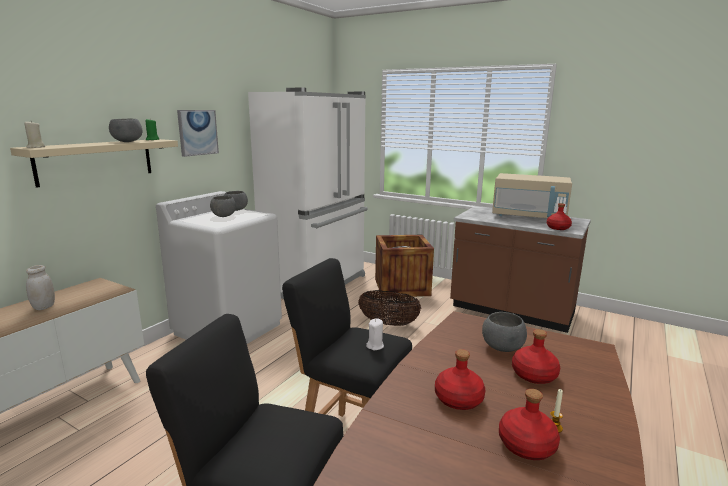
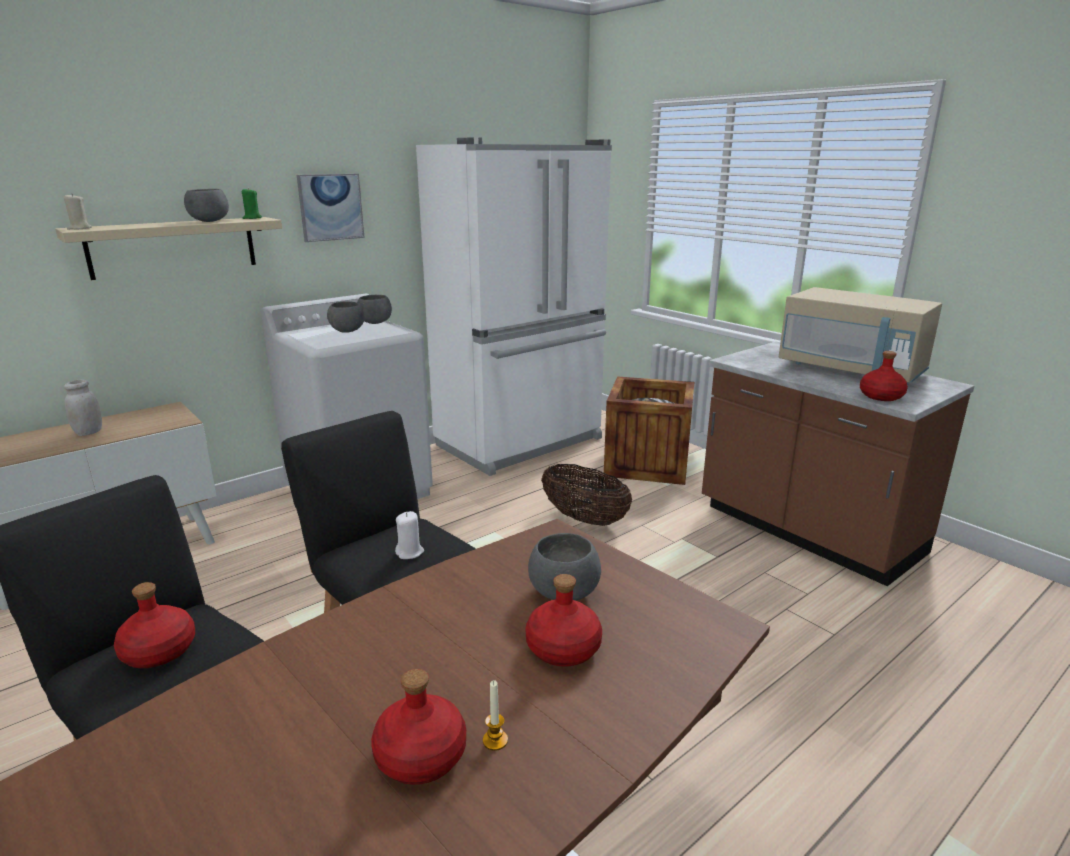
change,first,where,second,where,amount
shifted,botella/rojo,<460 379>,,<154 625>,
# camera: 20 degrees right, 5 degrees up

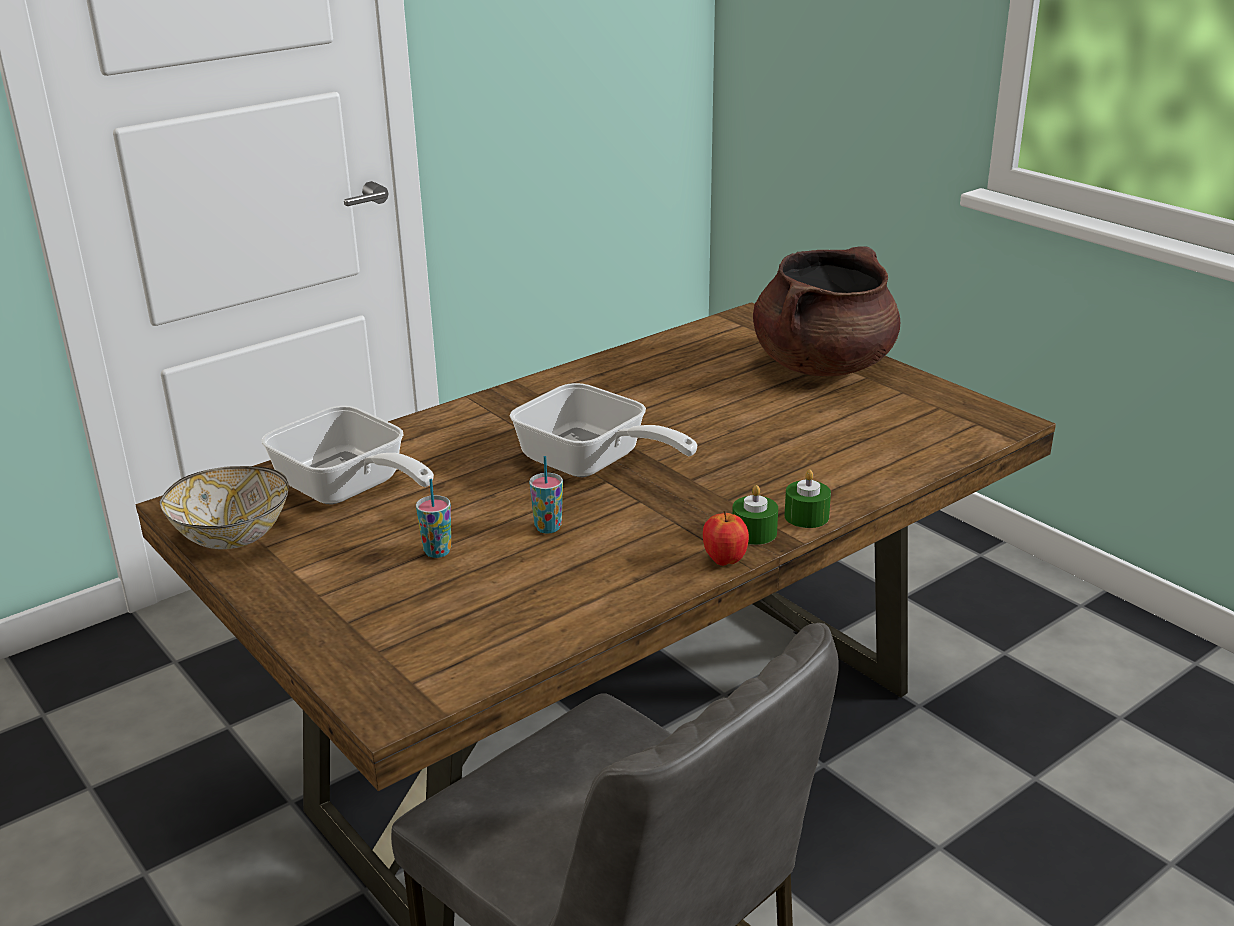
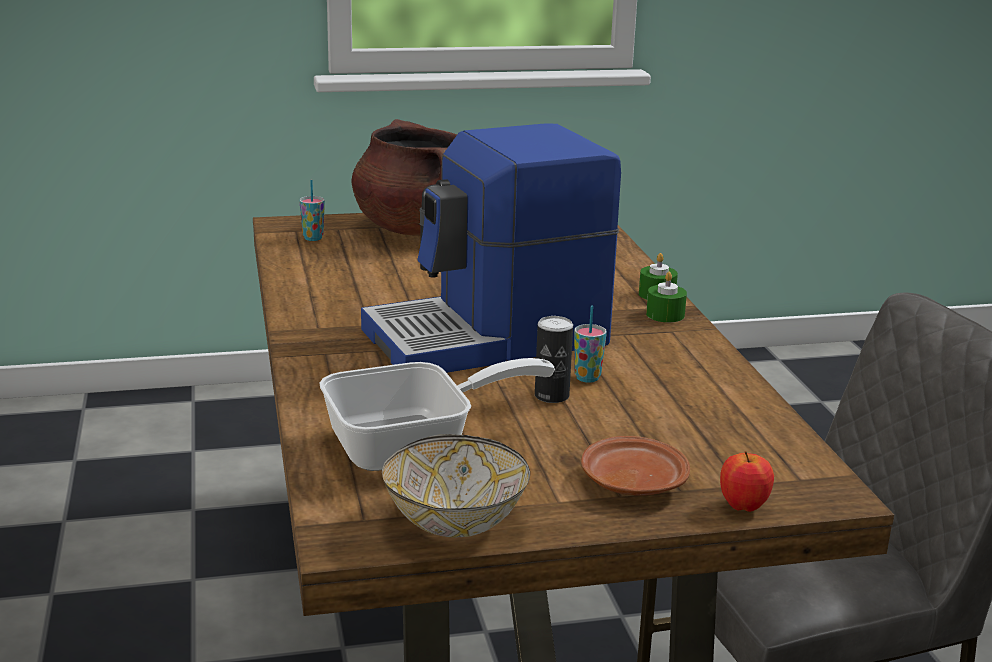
change,first,where,second,where,amount
new,,,lata,<554 359>,
new,,,plato/marrón,<635 465>,
shifted,taza,<433 518>,,<312 210>,
shifted,manzana,<726 538>,,<747 481>,
swapped,sartén,<603 430>,cafetera,<491 248>,
# camera: 65 degrees left, 5 degrees down

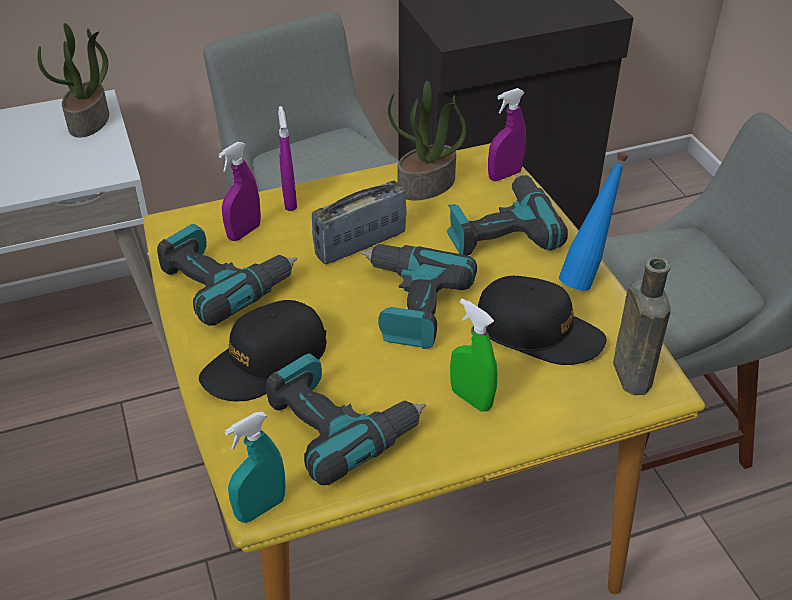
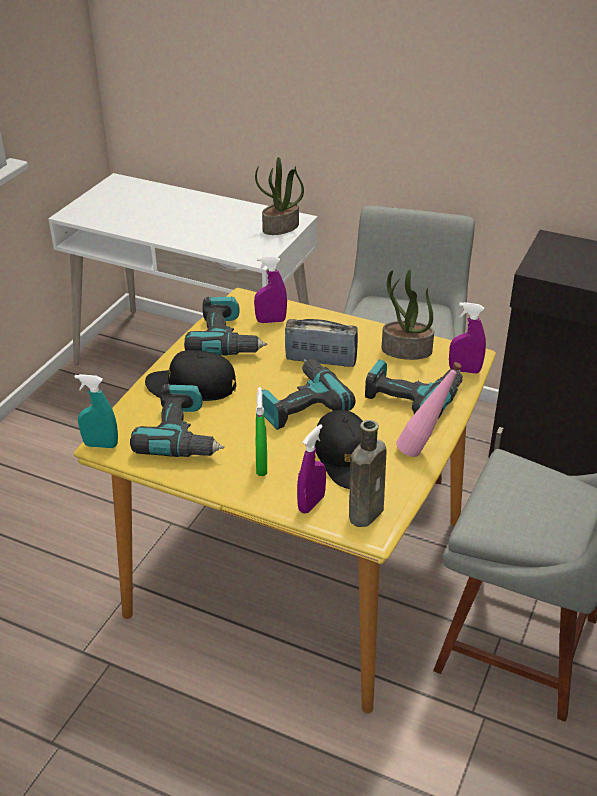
change,first,where,second,where,amount
shifted,pulverizador/morado,<287 158>,,<311 469>,
repainted,botella/azul,<593 221>,botella/rosa,<429 409>,
# camera: 45 degrees right, 5 degrees down

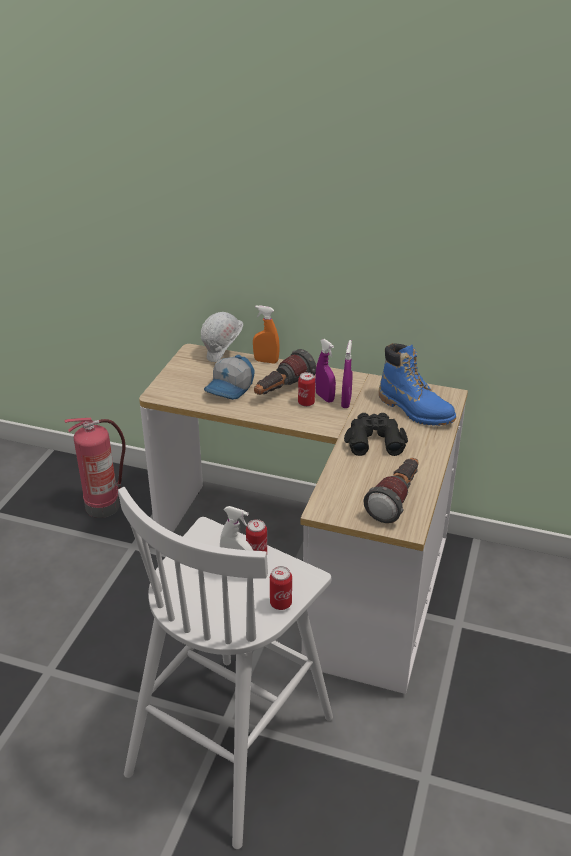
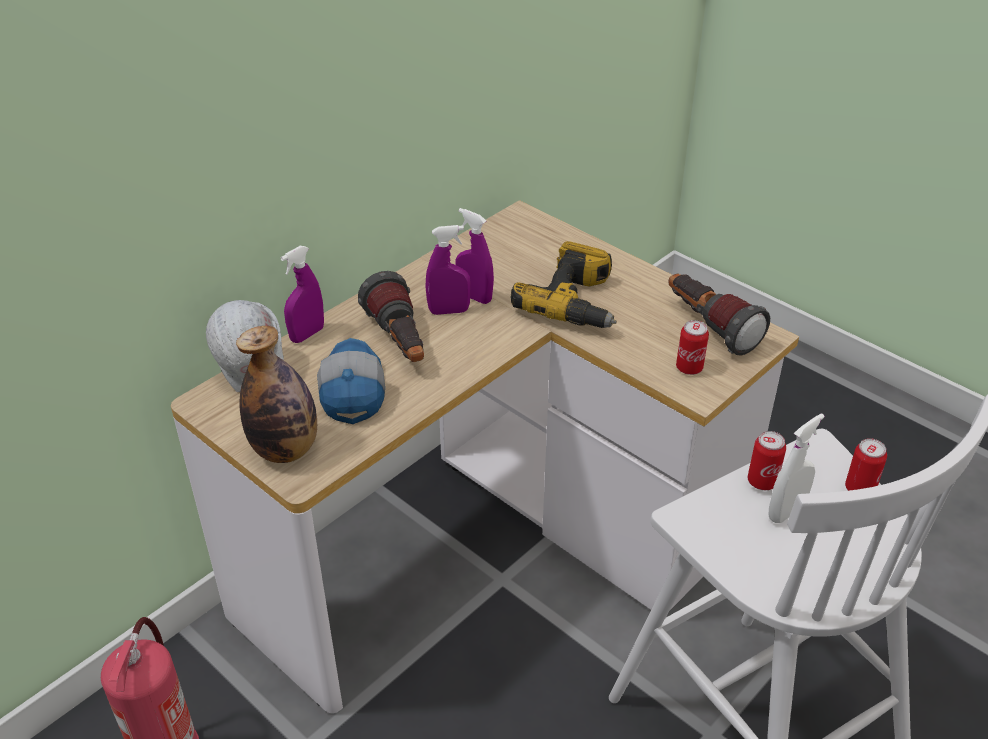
change,first,where,second,where,amount
gone,bota/azul,<417 384>,,,
new,,,botella,<276 394>,
shifted,lata,<306 389>,,<692 347>,
swapped,prismáticos/negro,<376 434>,taladro,<564 284>,
repainted,pulverizador/naranja,<266 334>,pulverizador/morado,<302 294>,
rotated,gorra,<229 377>,,<351 381>,150 degrees counterclockwise
# camera: 65 degrees left, 5 degrees up

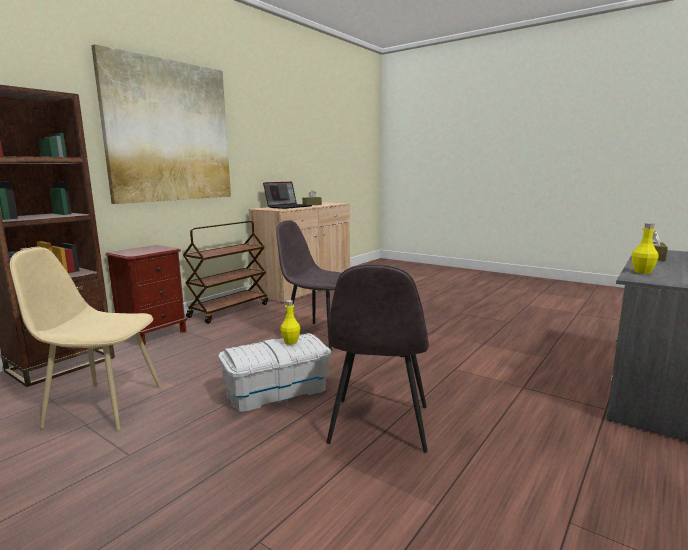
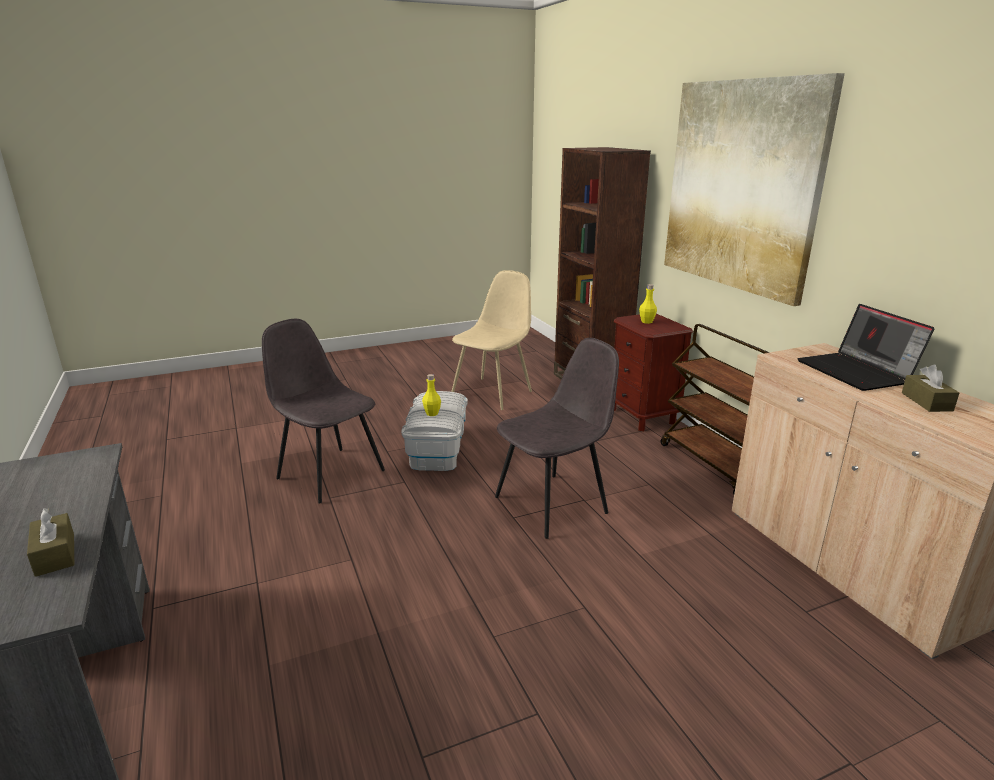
change,first,where,second,where,amount
shifted,botella/amarillo,<645 248>,,<648 304>,
# camera: 120 degrees right, 10 degrees up

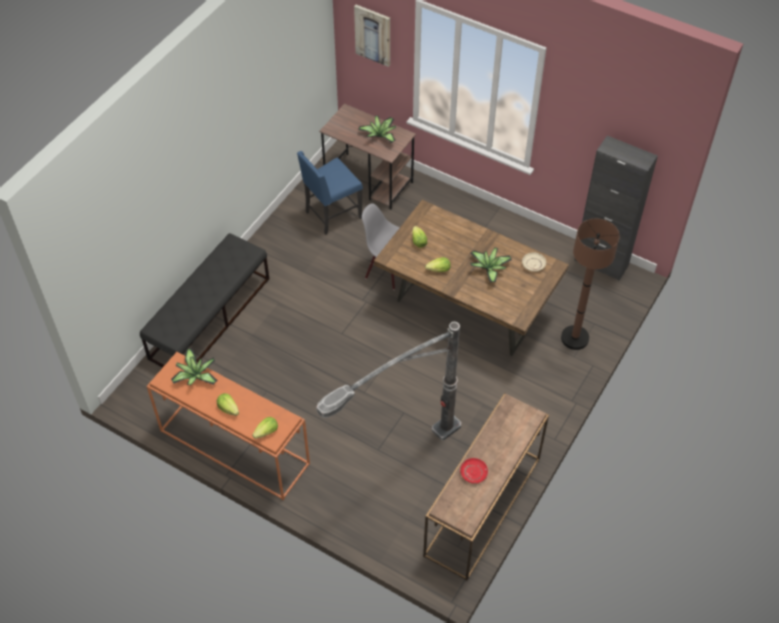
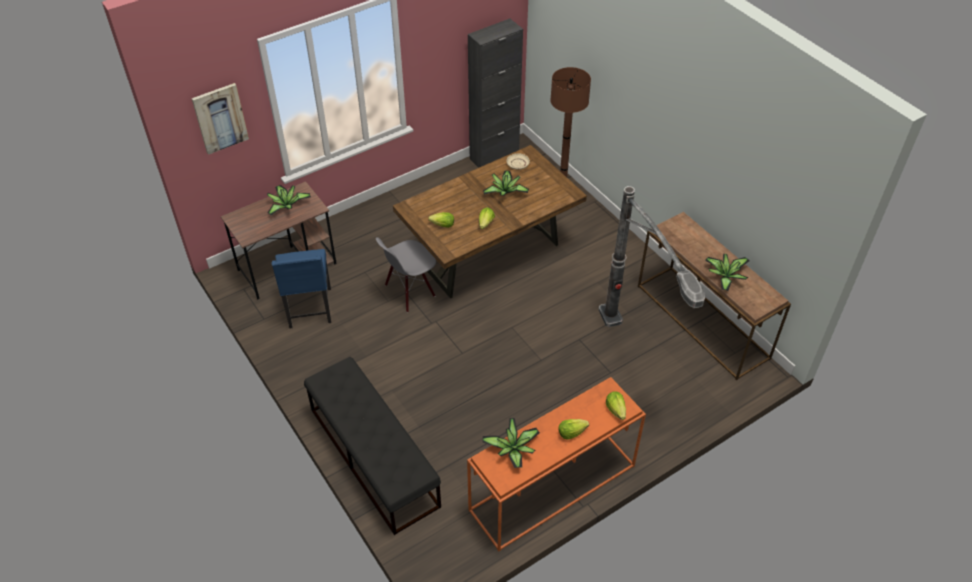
change,first,where,second,where,amount
swapped,plato/rojo,<474 471>,planta en maceta,<727 272>,
# camera: 65 degrees left, 5 degrees down

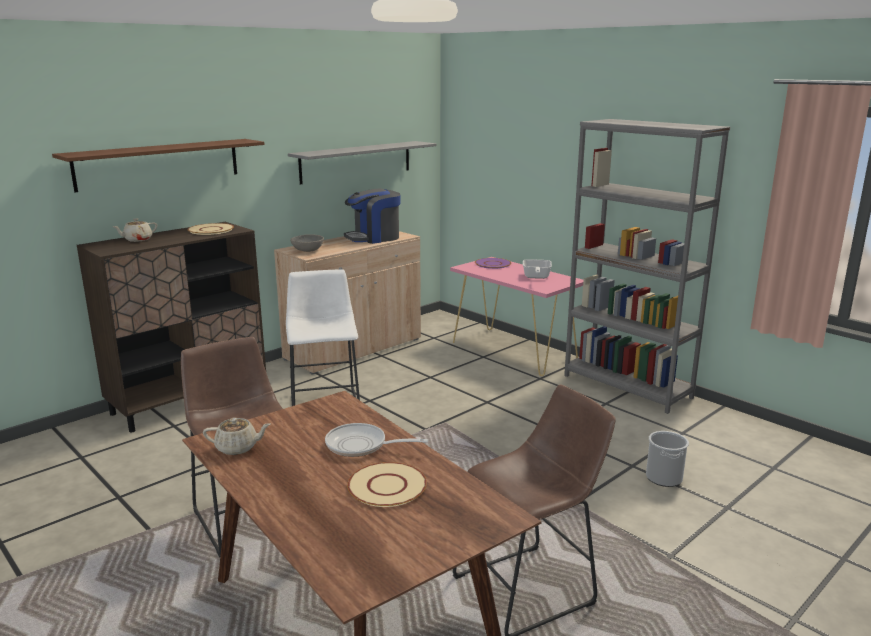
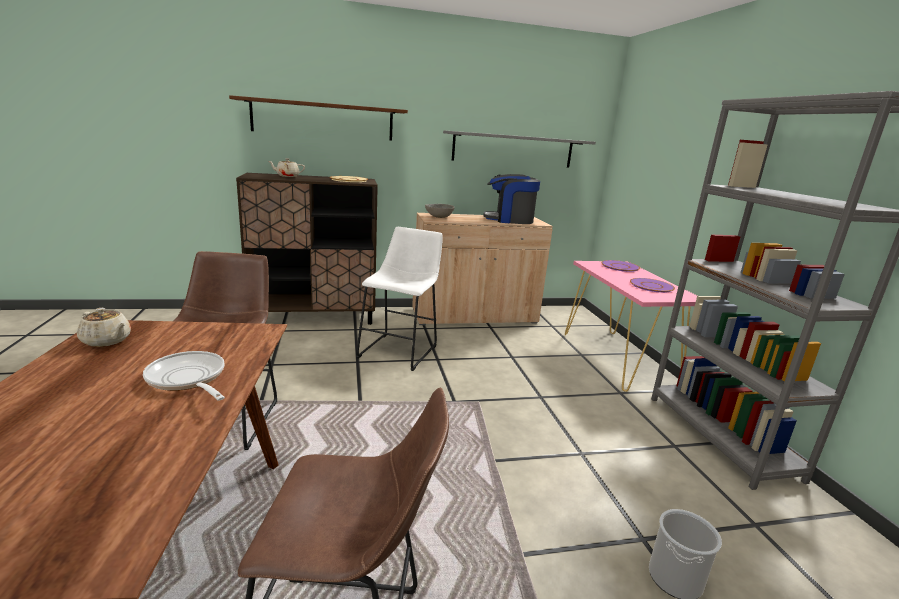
change,first,where,second,where,amount
gone,plato/beis,<387 484>,,,
swapped,sartén,<537 269>,plato/morado,<652 285>,
# camera: 30 degrees right, 0 degrees up

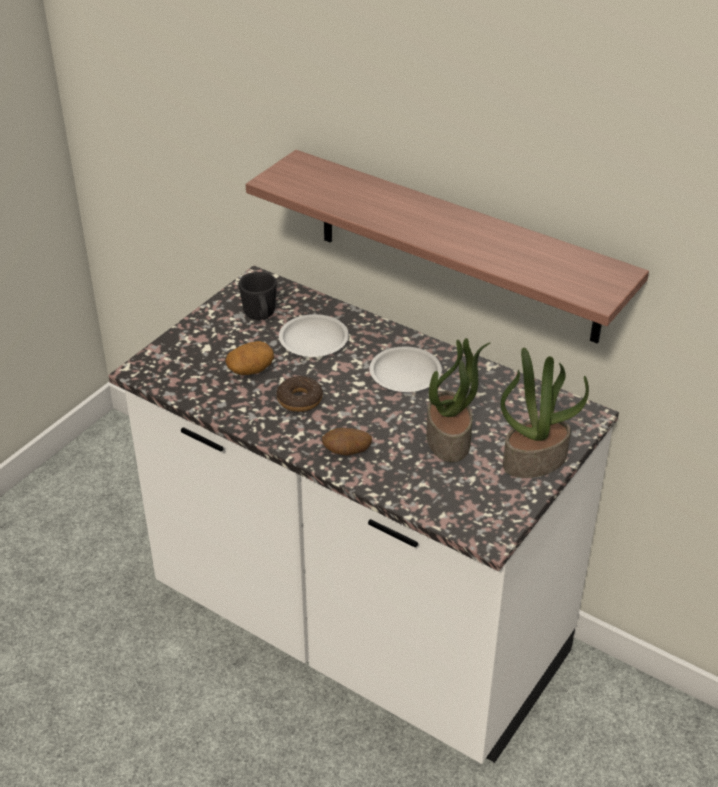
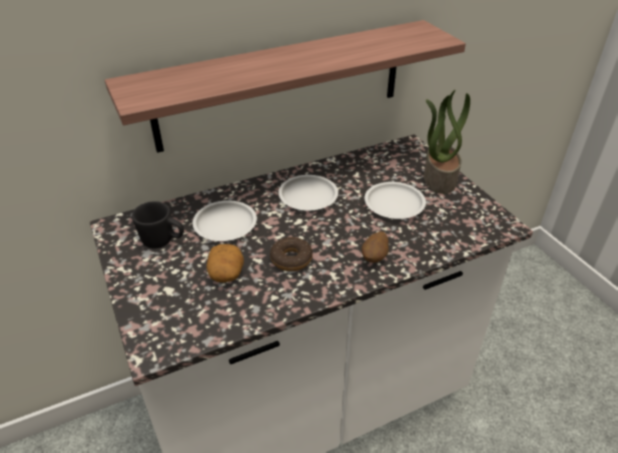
change,first,where,second,where,amount
swapped,planta en maceta,<458 400>,plato/blanco,<395 200>,
# camera: 60 degrees left, 0 degrees up

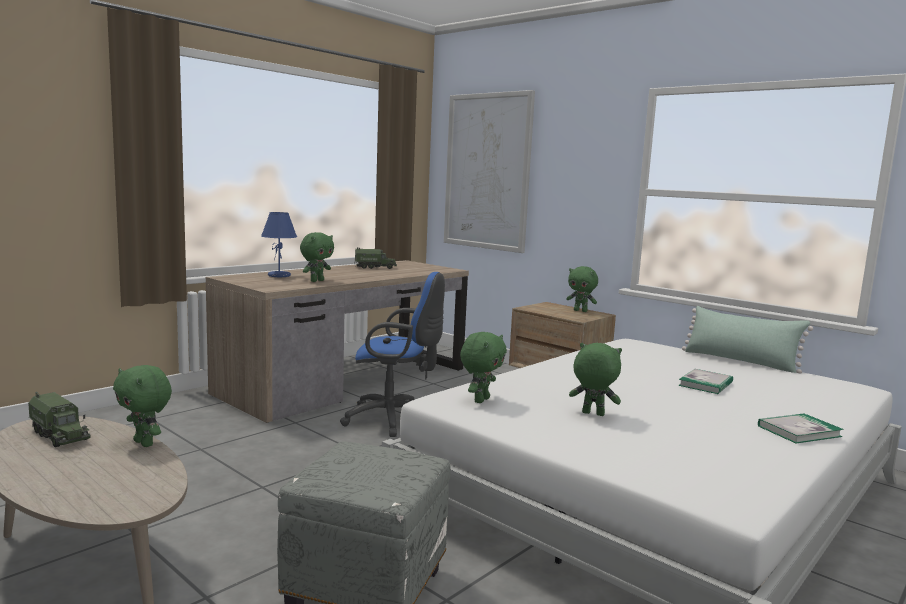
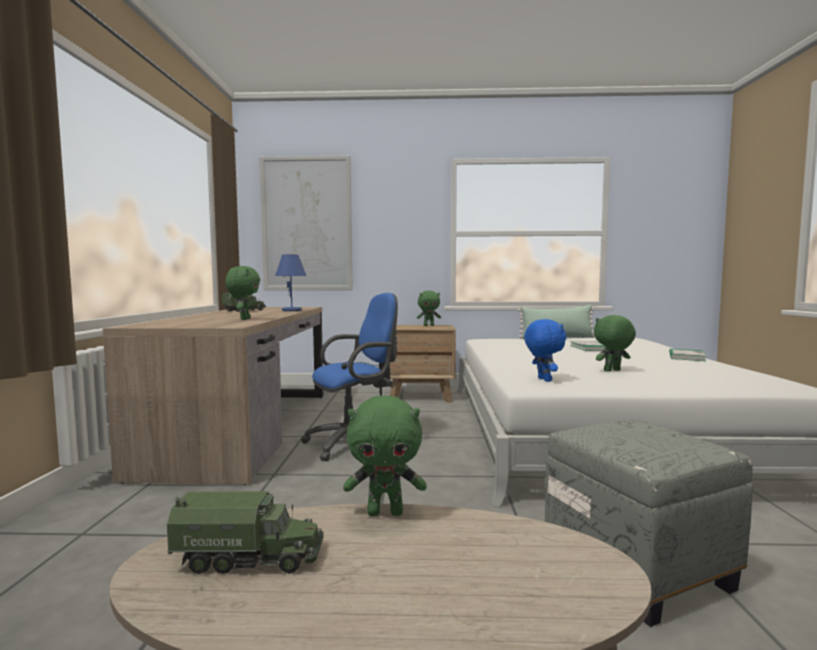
change,first,where,second,where,amount
shifted,lámpara de mesa/azul,<279 244>,,<291 282>,
repainted,peluche/verde,<483 367>,peluche/azul,<545 350>,
# camera: 40 degrees left, 5 degrees down

